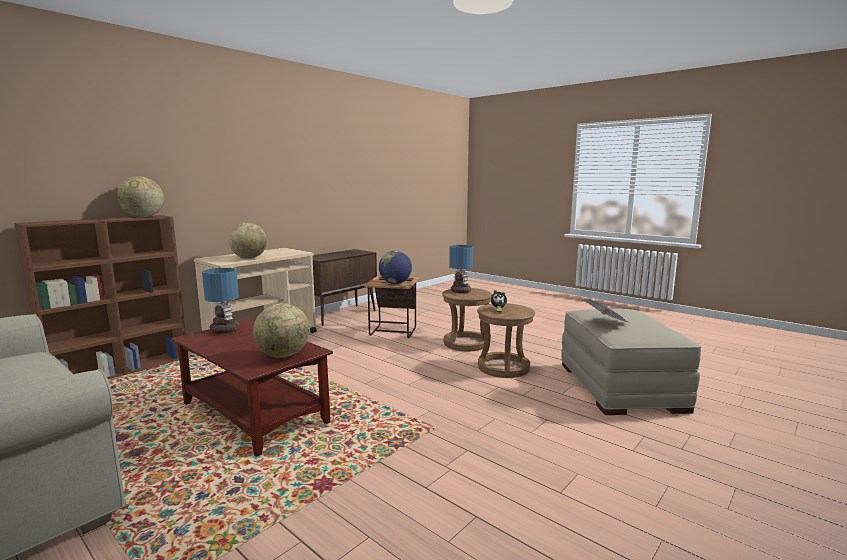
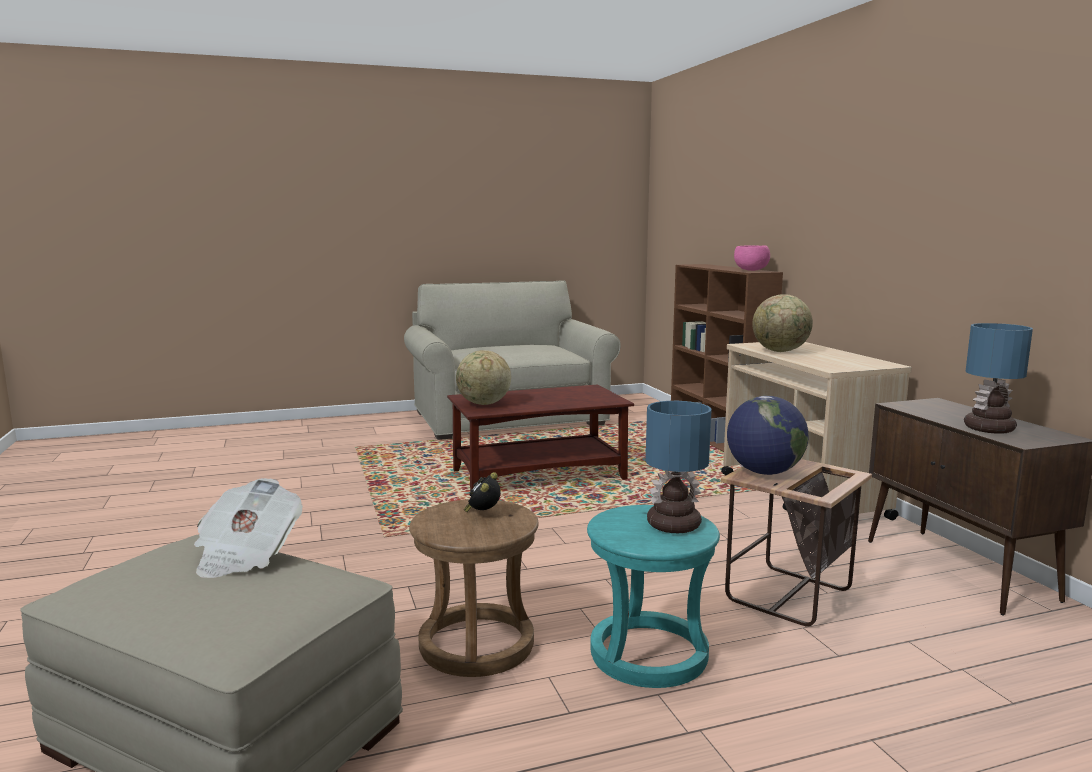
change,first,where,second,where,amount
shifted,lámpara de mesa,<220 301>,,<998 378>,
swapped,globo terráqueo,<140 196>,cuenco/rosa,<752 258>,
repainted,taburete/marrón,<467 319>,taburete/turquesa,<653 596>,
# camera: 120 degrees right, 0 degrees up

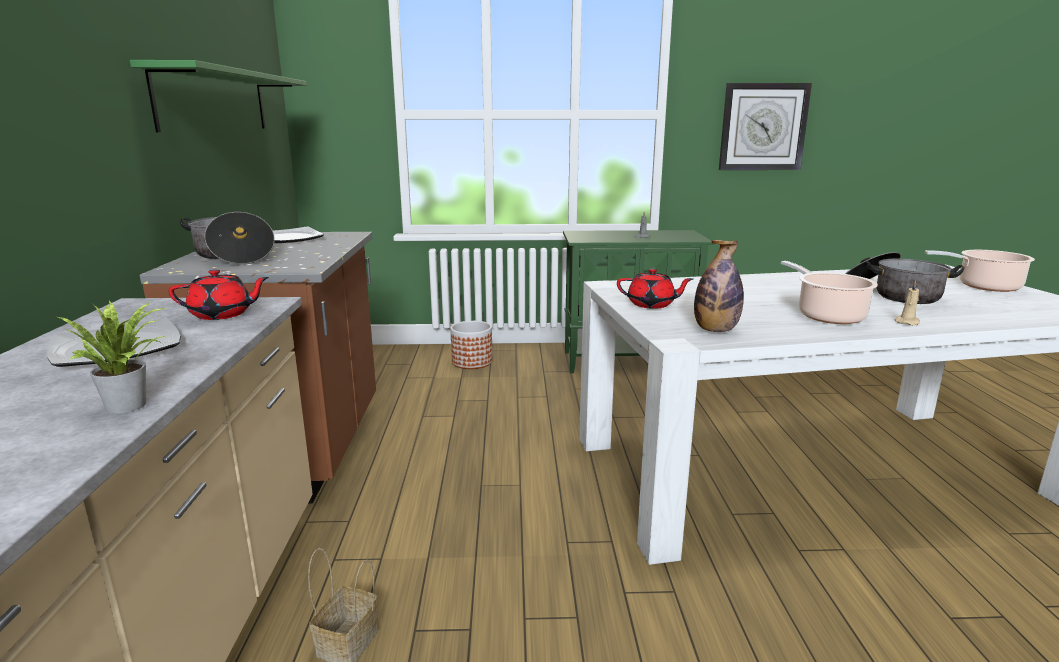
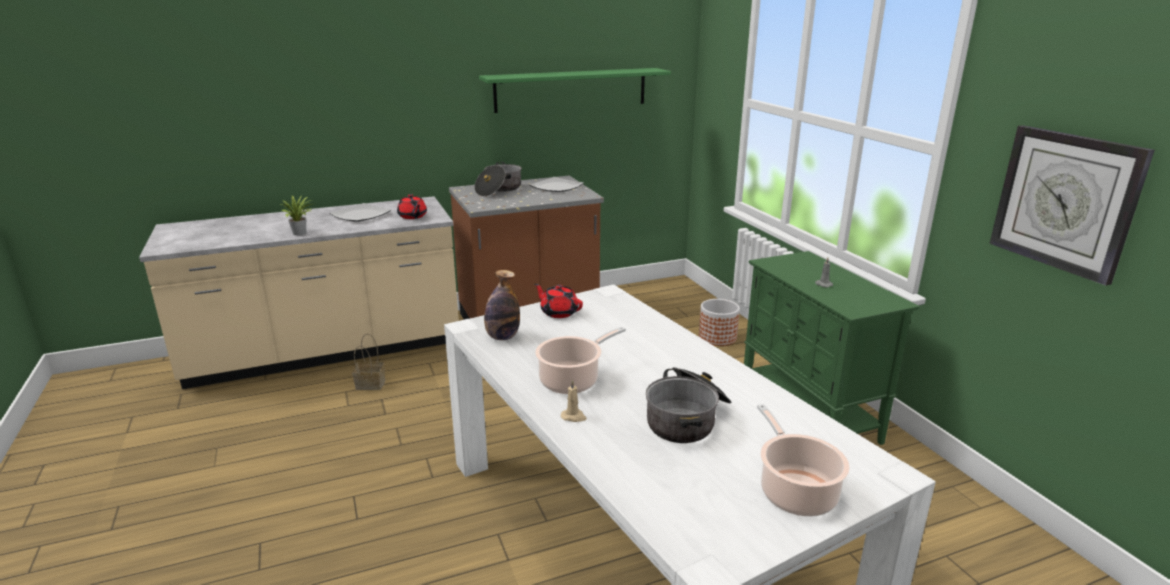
change,first,where,second,where,amount
rotated,tetera/rojo,<655 289>,,<558 301>,135 degrees clockwise
# camera: 70 degrees right, 5 degrees up

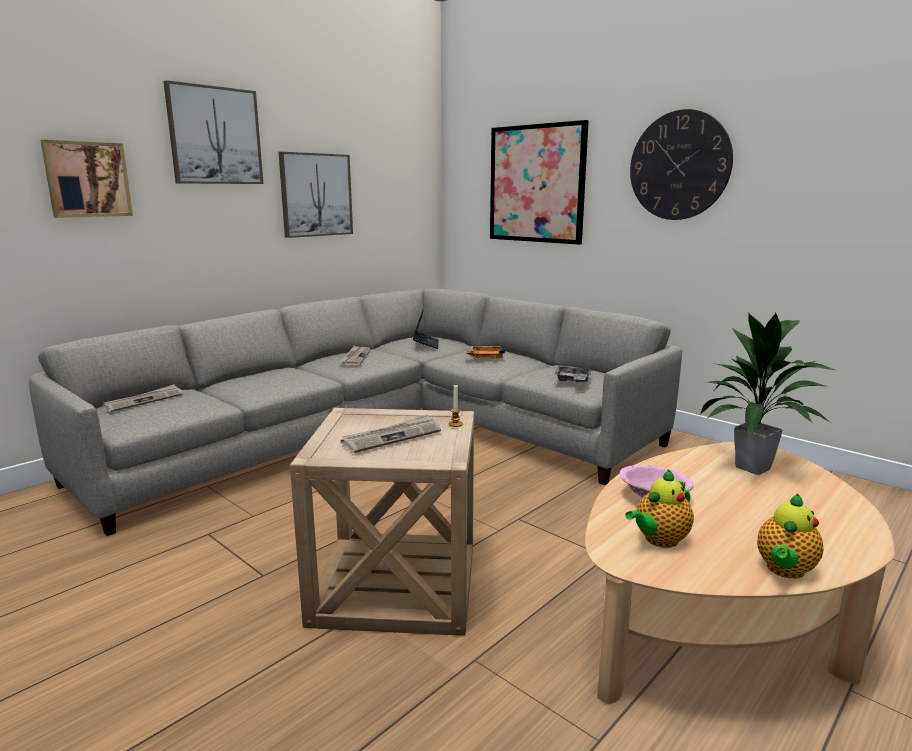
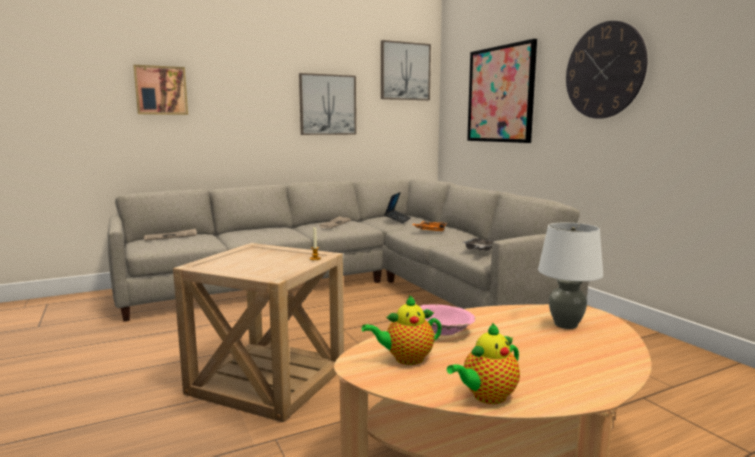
change,first,where,second,where,amount
gone,periódico,<391 433>,,,
shifted,cuadro,<213 132>,,<406 70>,
swapped,planta en maceta,<767 393>,lámpara de mesa/blanco,<570 275>,
# camera: 20 degrees right, 5 degrees down

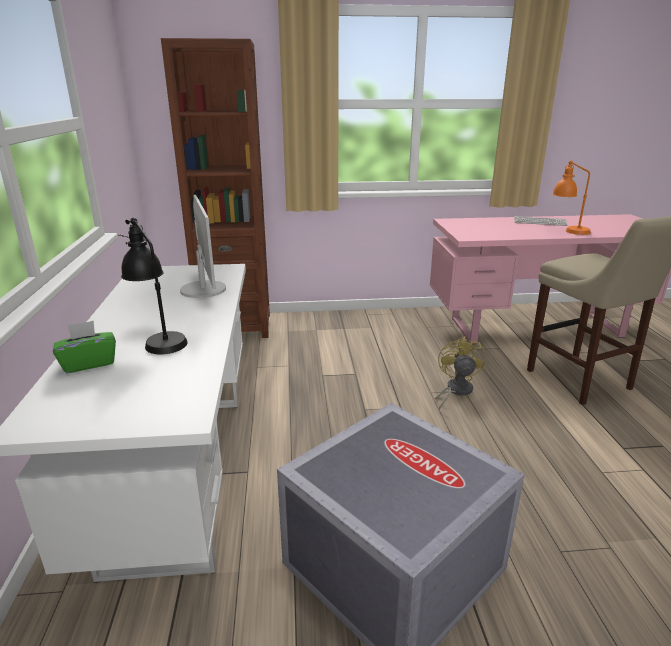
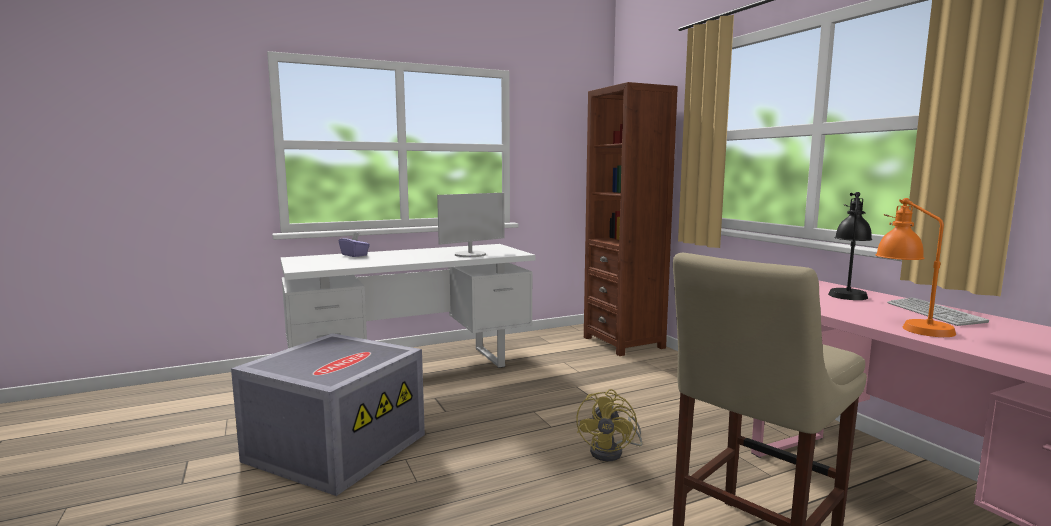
change,first,where,second,where,amount
shifted,lámpara de mesa/negro,<153 286>,,<850 246>,
repainted,caja de pañuelos/verde,<84 346>,caja de pañuelos/morado,<354 244>,
rotated,ventilador/amarillo,<460 373>,,<609 425>,120 degrees clockwise
# camera: 70 degrees right, 15 degrees down

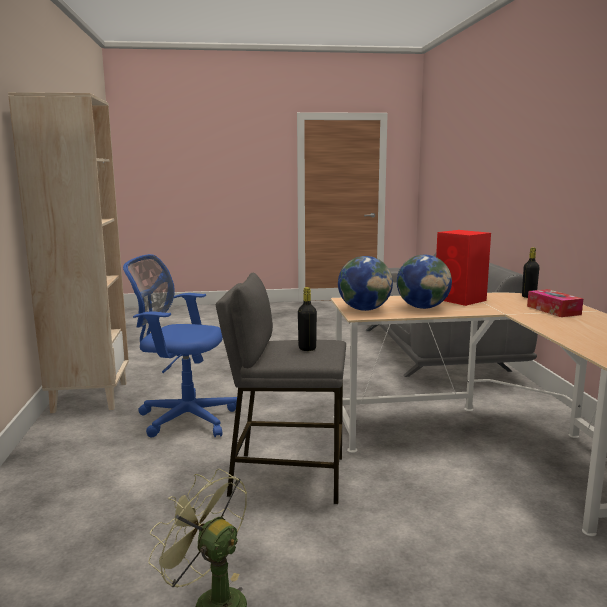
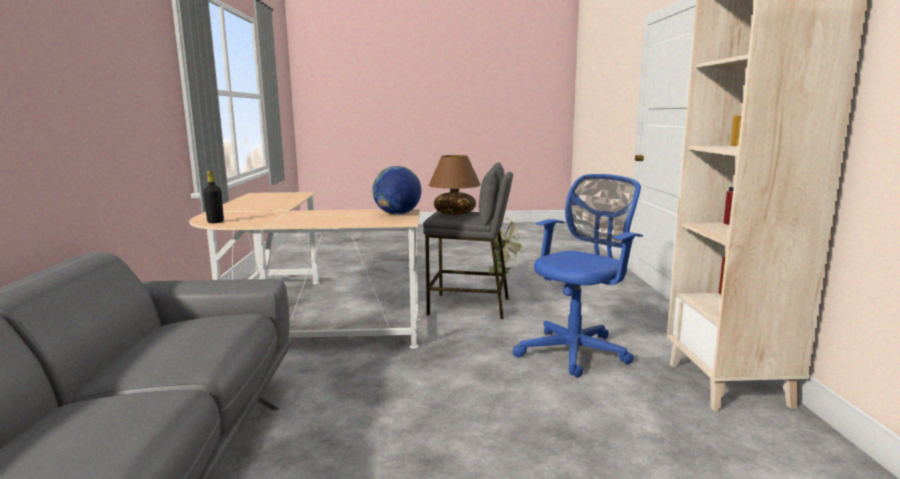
change,first,where,second,where,amount
gone,globo terráqueo,<424 282>,,,
gone,altavoz/rojo,<463 268>,,,
gone,caja de pañuelos,<555 303>,,,
swapped,botella/negro,<307 319>,lámpara de mesa/marrón,<454 184>,
rotated,silla de oficina/azul,<180 345>,,<577 276>,60 degrees counterclockwise
# camera: 175 degrees left, 0 degrees up

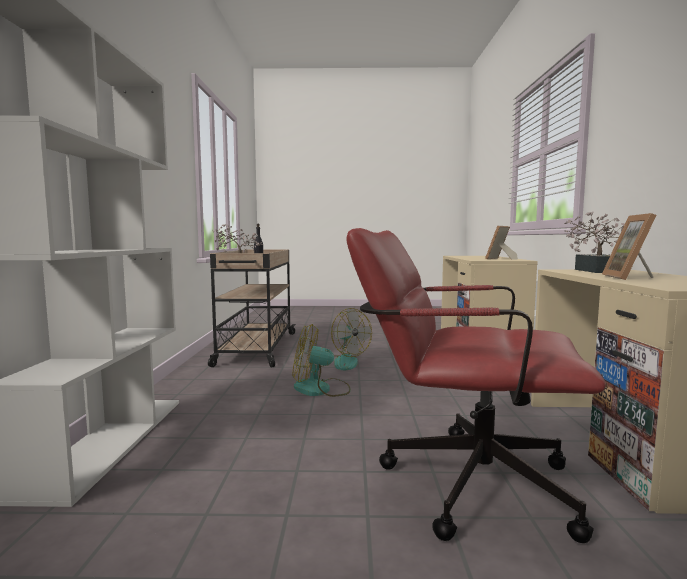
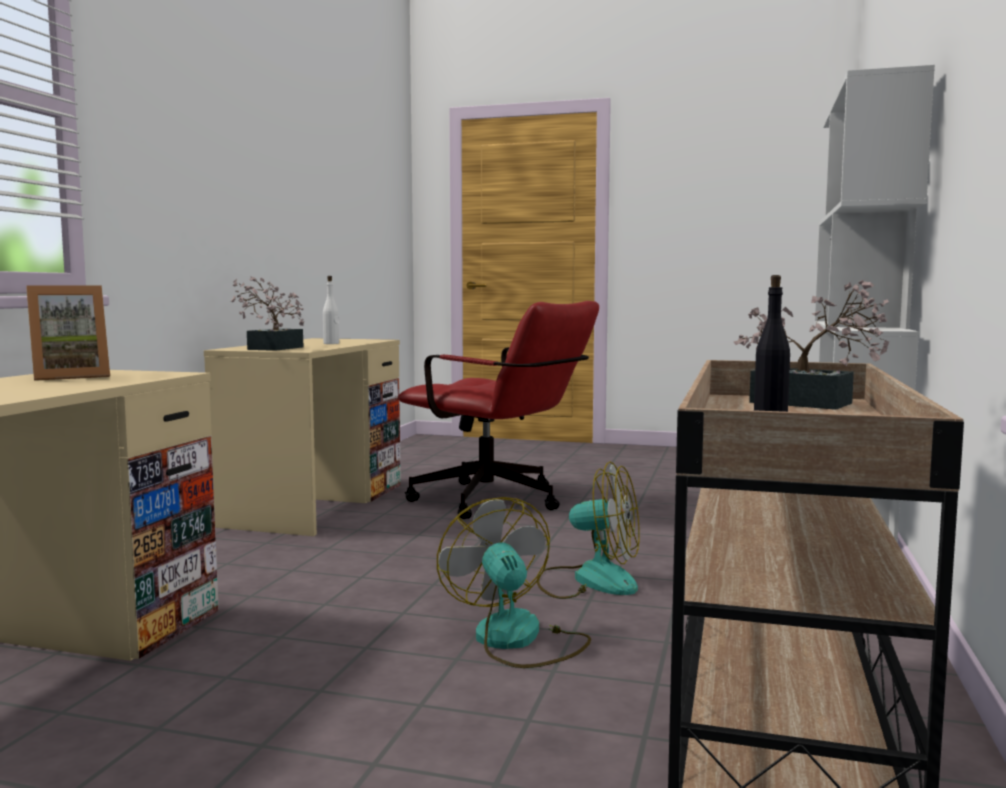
change,first,where,second,where,amount
swapped,portarretratos,<629 246>,botella/blanco,<331 310>,
# camera: 165 degrees left, 0 degrees up

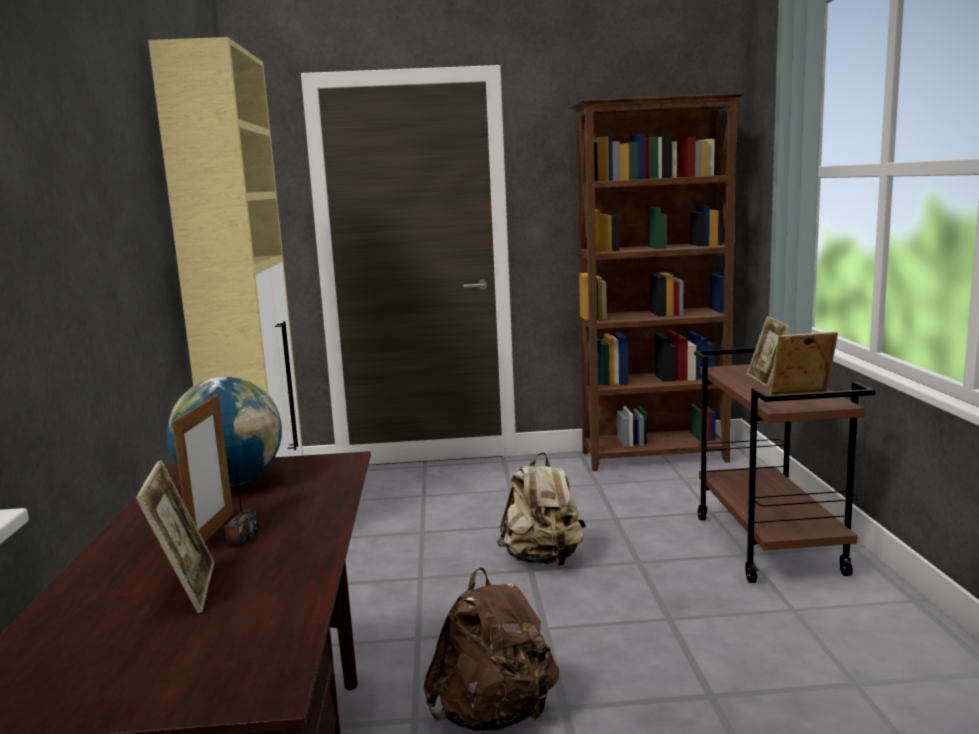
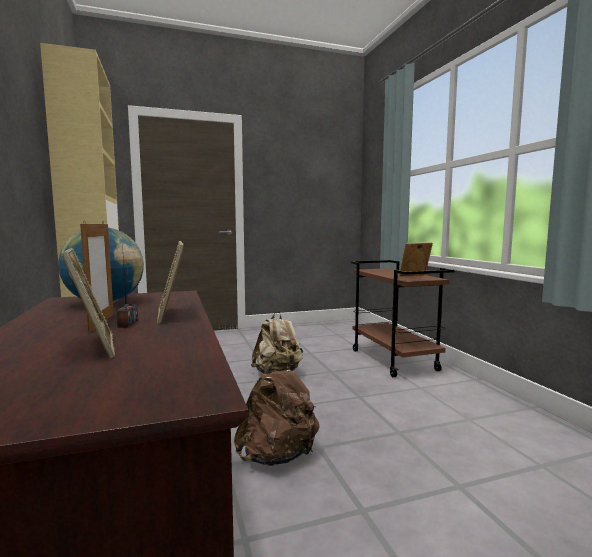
change,first,where,second,where,amount
gone,estantería/marrón,<657 282>,,,
shifted,portarretratos,<768 351>,,<170 282>,
# camera: 15 degrees left, 5 degrees down

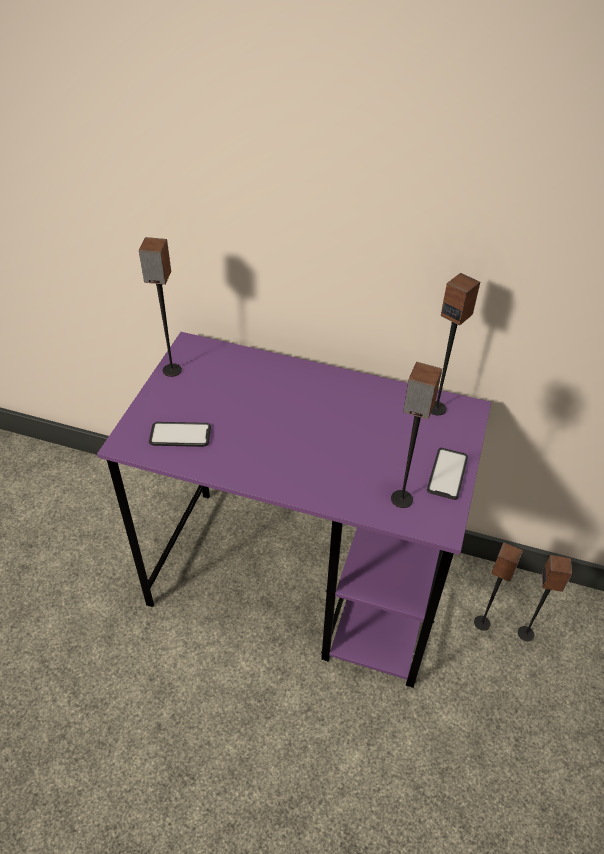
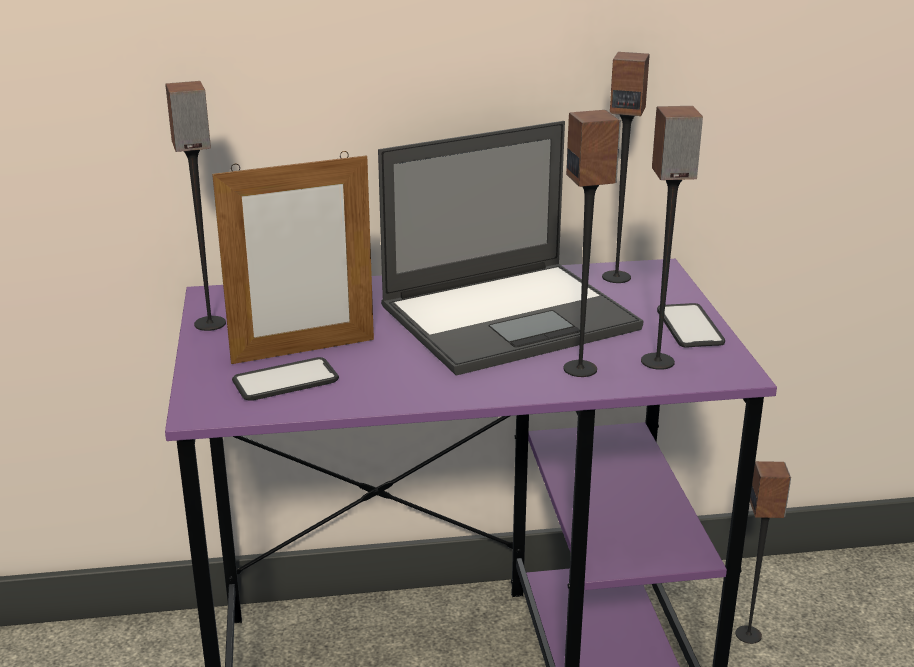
change,first,where,second,where,amount
new,,,portarretratos,<293 257>,
new,,,portátil,<510 248>,
shifted,altavoz,<545 598>,,<592 243>,
# camera: 25 degrees left, 20 degrees down

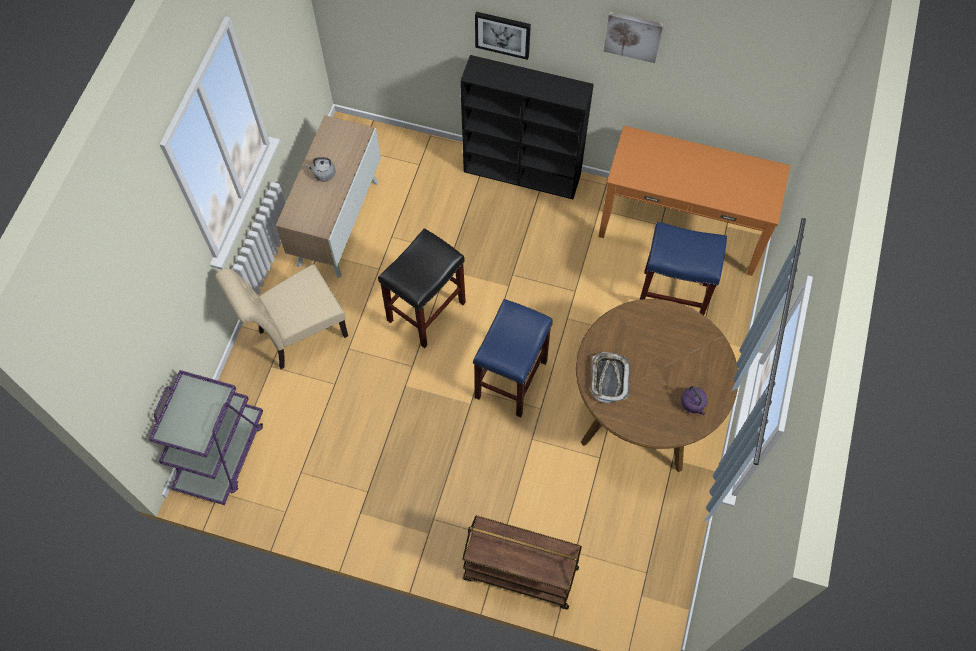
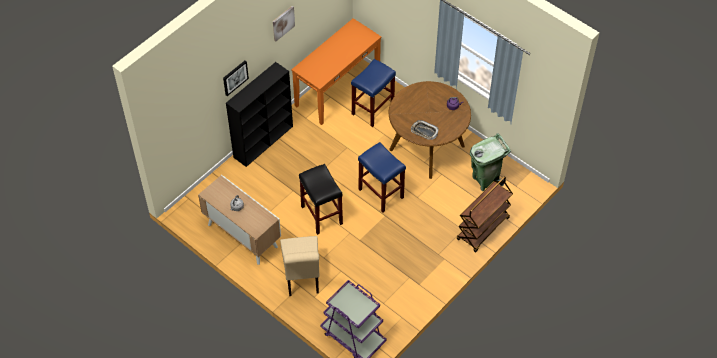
change,first,where,second,where,amount
new,,,papelera/verde,<490 162>,
# camera: 65 degrees left, 10 degrees down

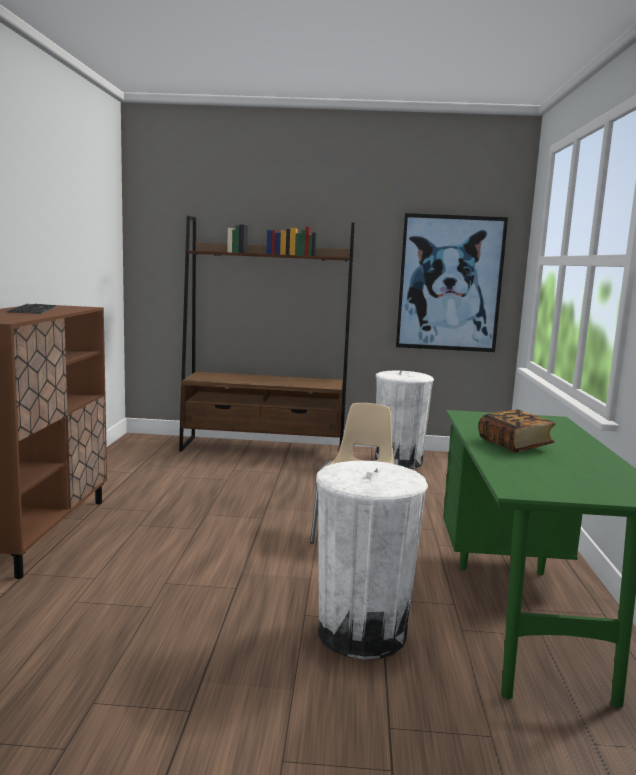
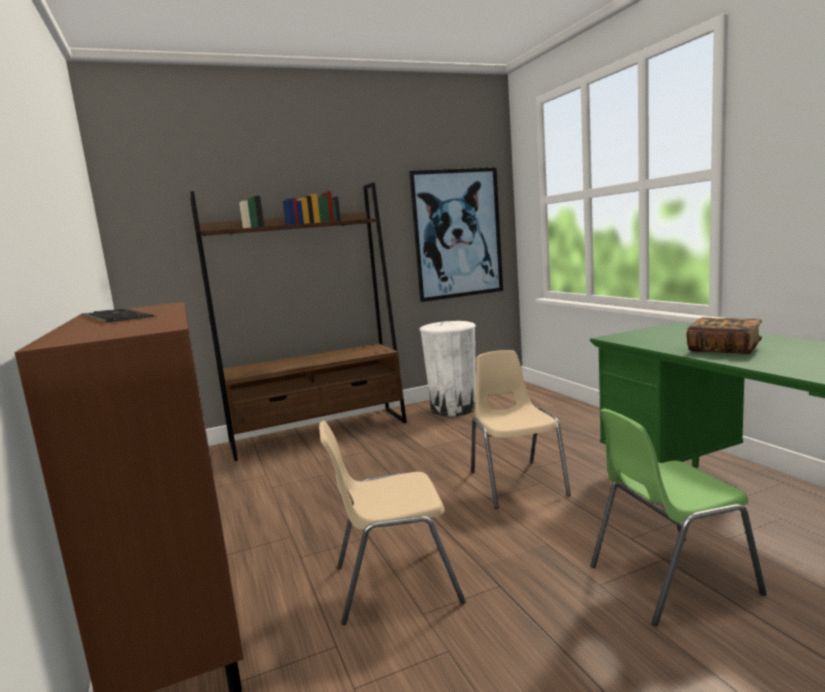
change,first,where,second,where,amount
new,,,silla/beis,<392 523>,
swapped,papelera/blanco,<372 560>,silla/verde,<678 517>,
# camera: 25 degrees left, 0 degrees up

